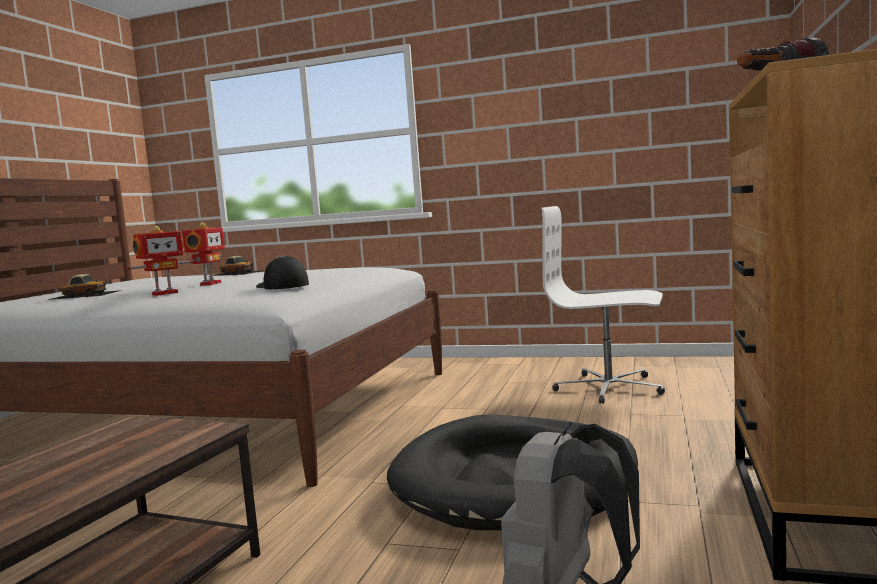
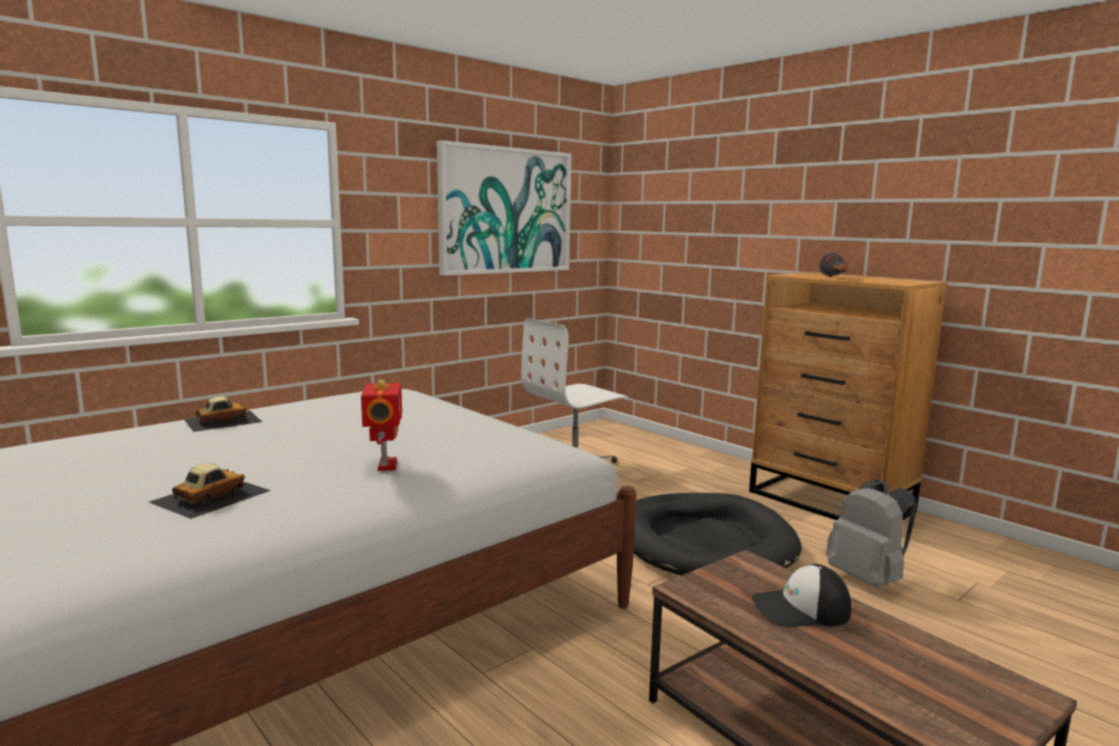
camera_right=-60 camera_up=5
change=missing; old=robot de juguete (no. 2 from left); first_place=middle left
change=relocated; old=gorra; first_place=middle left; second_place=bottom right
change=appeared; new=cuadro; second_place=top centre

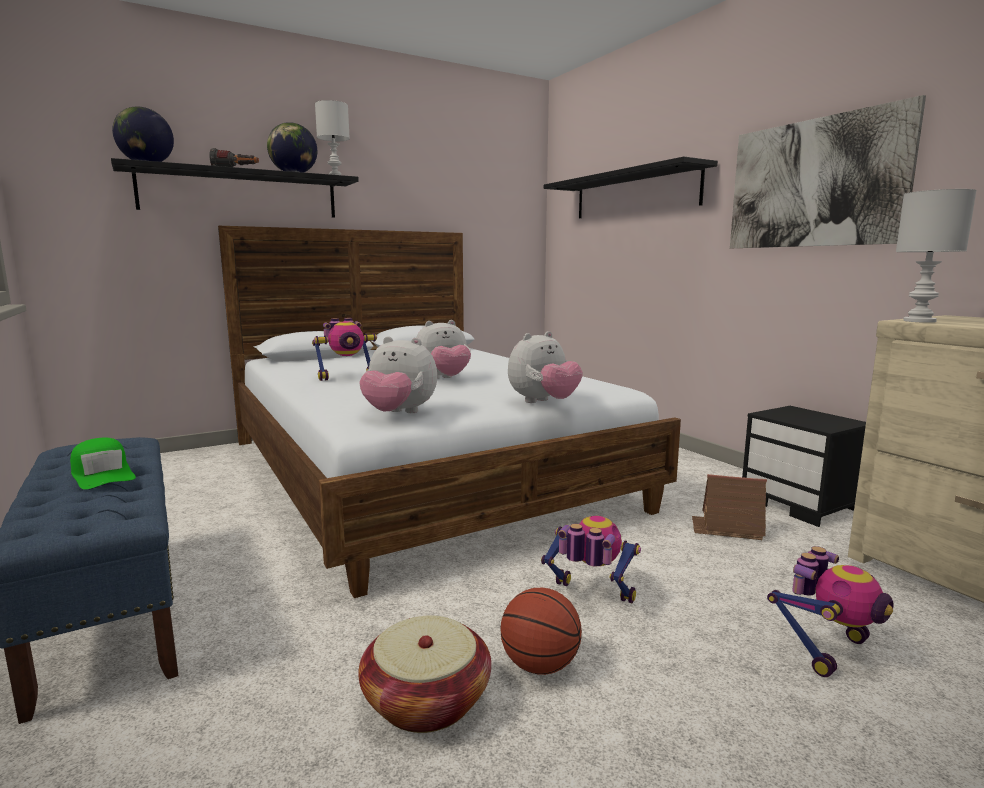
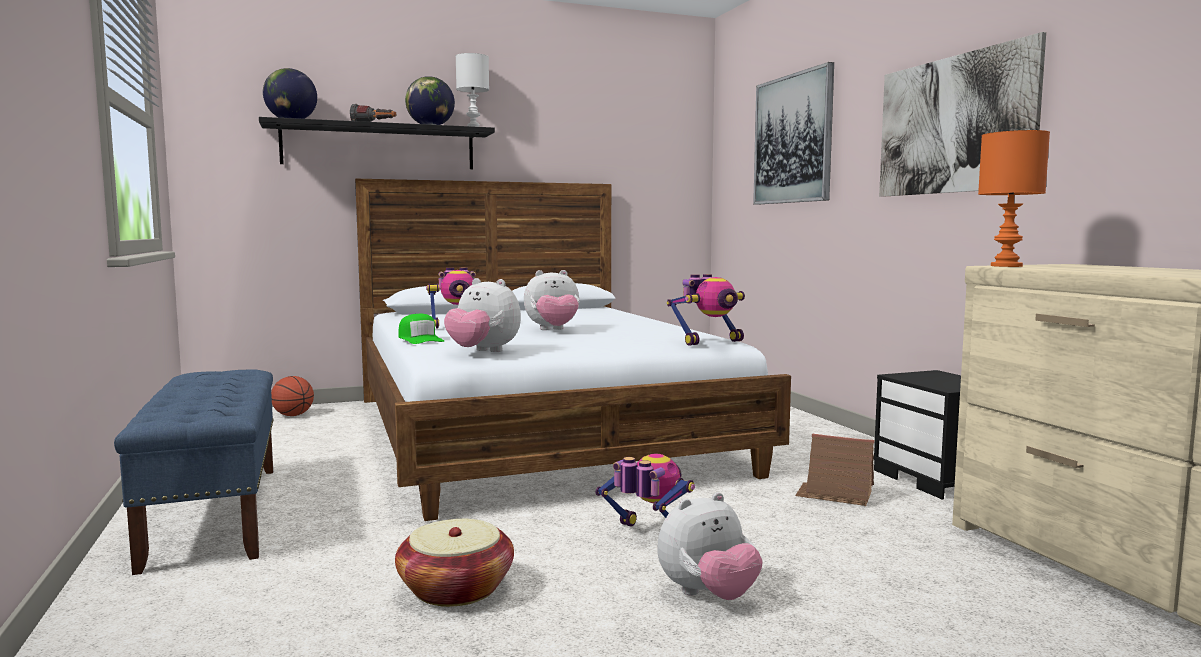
camera_right=10 camera_up=-5
change=relocated; old=gorra/verde; first_place=middle left; second_place=centre
change=relocated; old=balón de baloncesto; first_place=bottom centre; second_place=middle left
change=relocated; old=peluche (no. 3 from left); first_place=centre; second_place=bottom centre
change=exchanged; old=estante/negro (no. 2 from left); new=cuadro (no. 1 from left); first_place=top centre; second_place=top centre
change=relocated; old=robot de juguete (no. 3 from left); first_place=bottom right; second_place=centre
change=colour; old=lámpara de mesa/blanco (no. 2 from left); new=lámpara de mesa/naranja; first_place=top right; second_place=top right

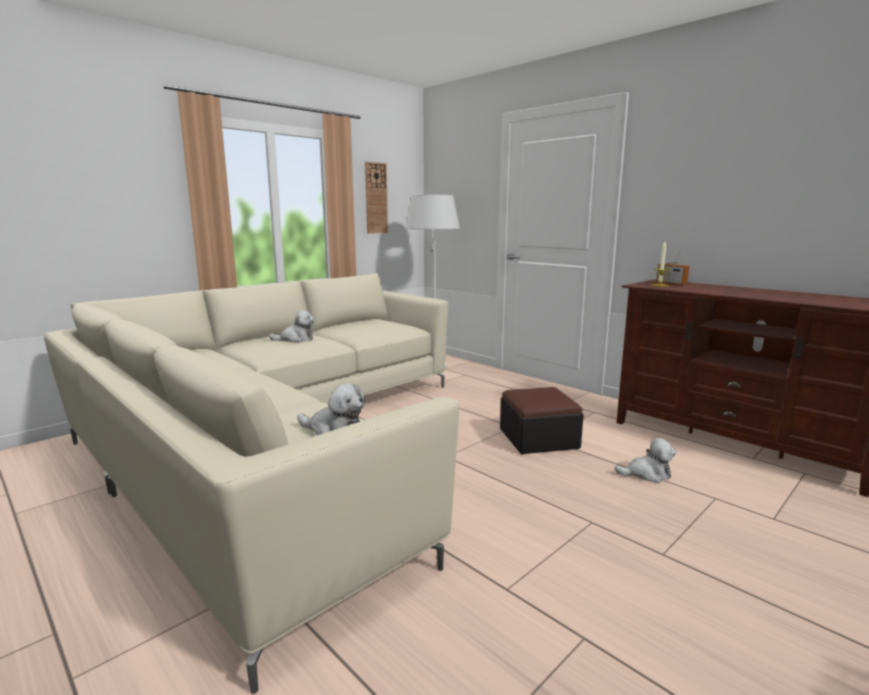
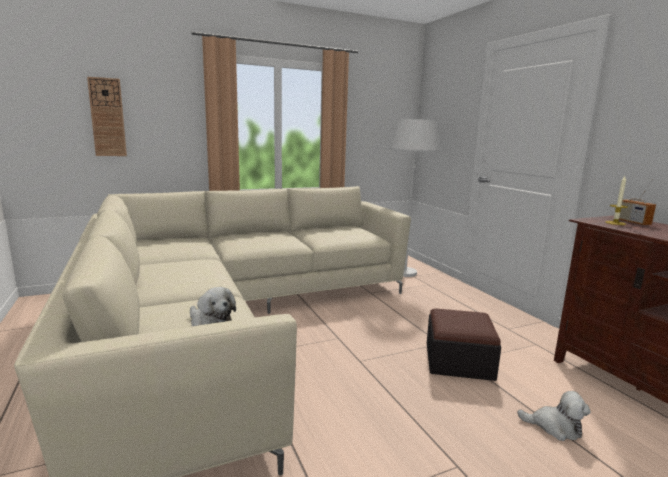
camera_right=20 camera_up=0
change=missing; old=peluche (no. 1 from left); first_place=centre
change=relocated; old=reloj de pared; first_place=top centre; second_place=top left

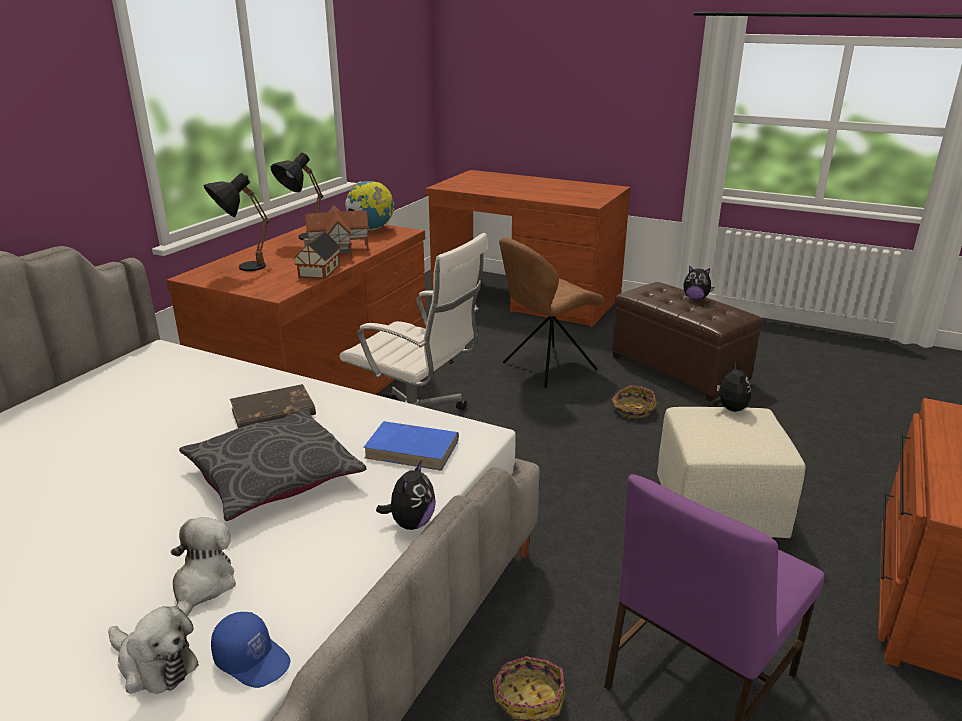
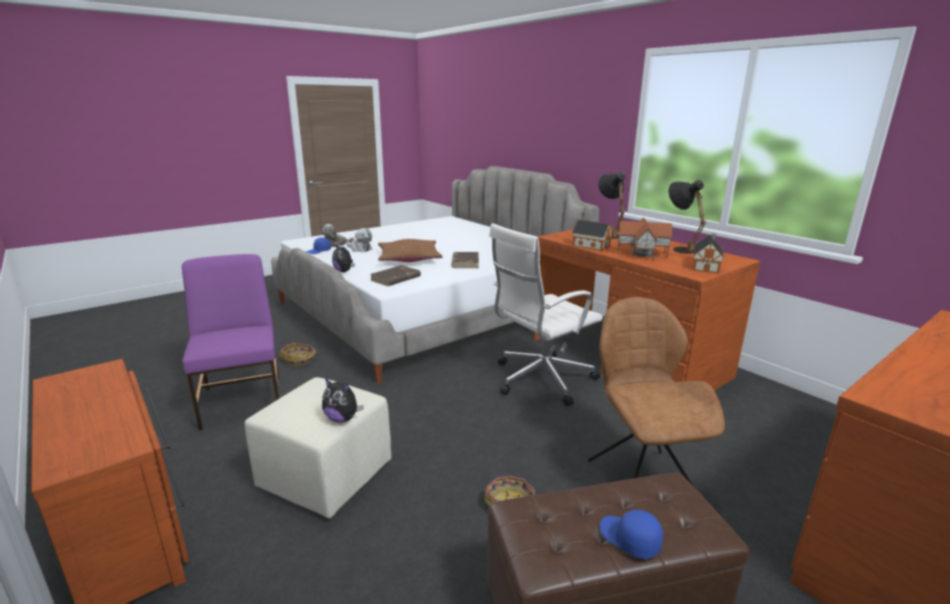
camera_right=115 camera_up=-5
change=colour; old=cojín/gris; new=cojín/marrón; first_place=middle left; second_place=centre
change=exchanged; old=globo terráqueo; new=casita (no. 3 from left); first_place=top centre; second_place=middle right
change=colour; old=libro/azul; new=libro/marrón (no. 1 from left); first_place=centre; second_place=centre
change=exchanged; old=peluche (no. 4 from left); new=gorra/azul (no. 2 from left); first_place=middle right; second_place=bottom centre

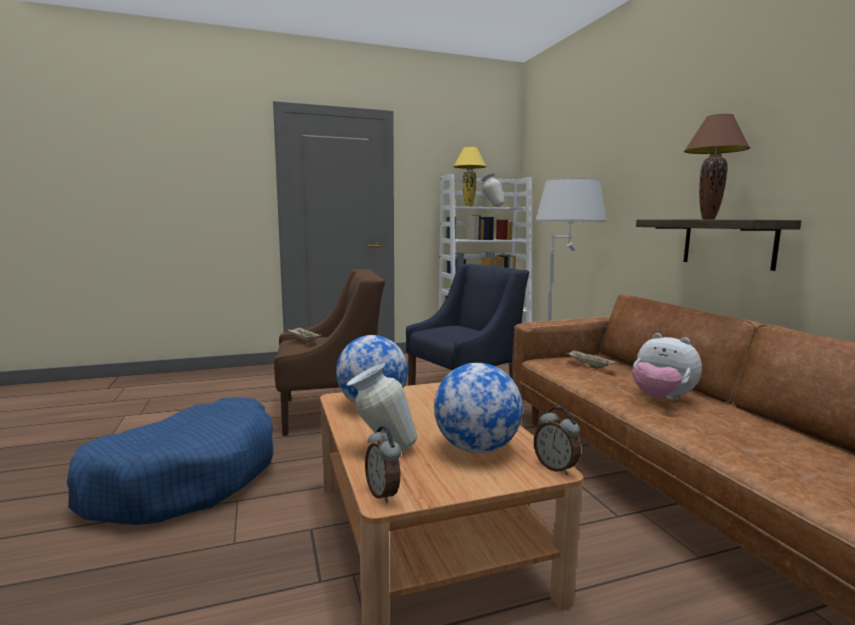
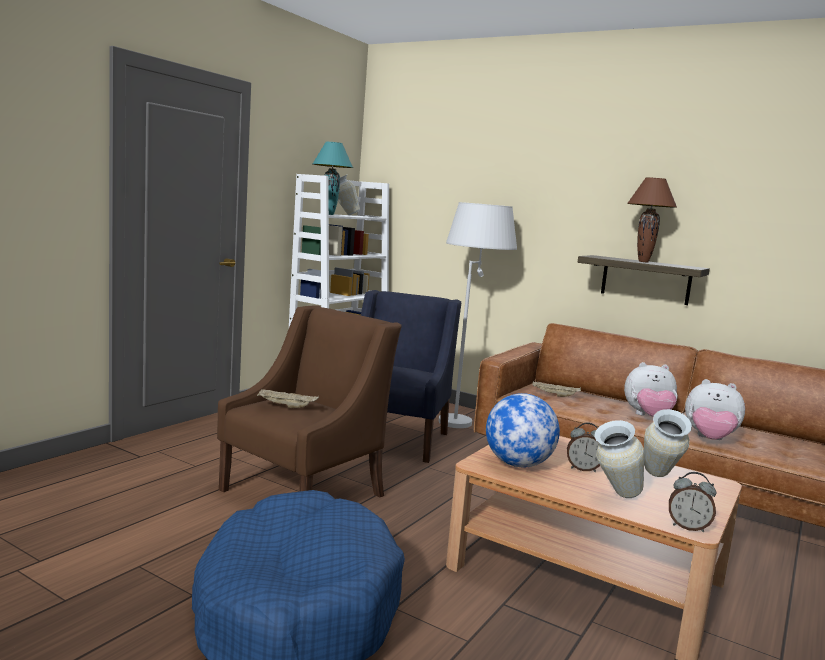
camera_right=-40 camera_up=0
change=exchanged; old=globo terráqueo (no. 2 from left); new=florero (no. 3 from left); first_place=centre; second_place=bottom right
change=colour; old=lámpara de mesa/amarillo; new=lámpara de mesa/turquesa; first_place=top centre; second_place=top centre
change=relocated; old=despertador (no. 2 from left in the first image); new=despertador (no. 1 from left); first_place=bottom centre; second_place=bottom right
change=appeared; new=peluche (no. 2 from left); second_place=middle right

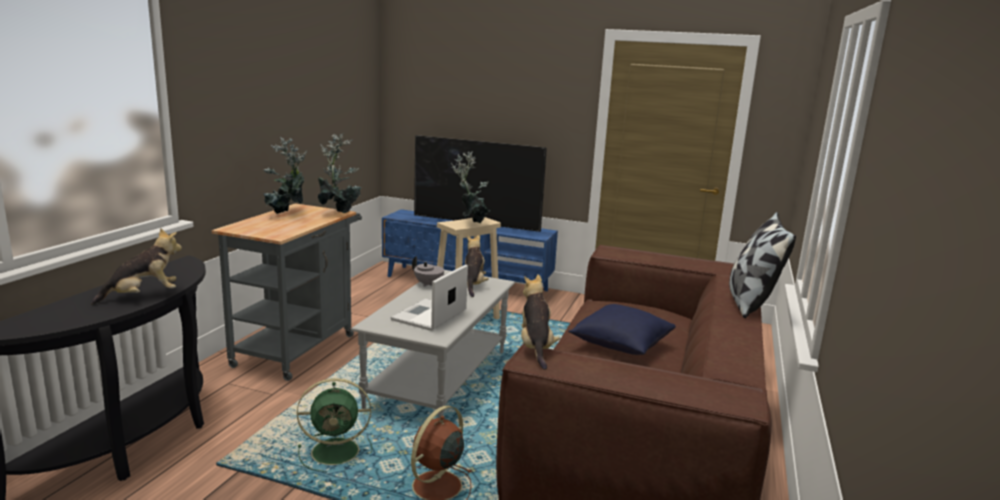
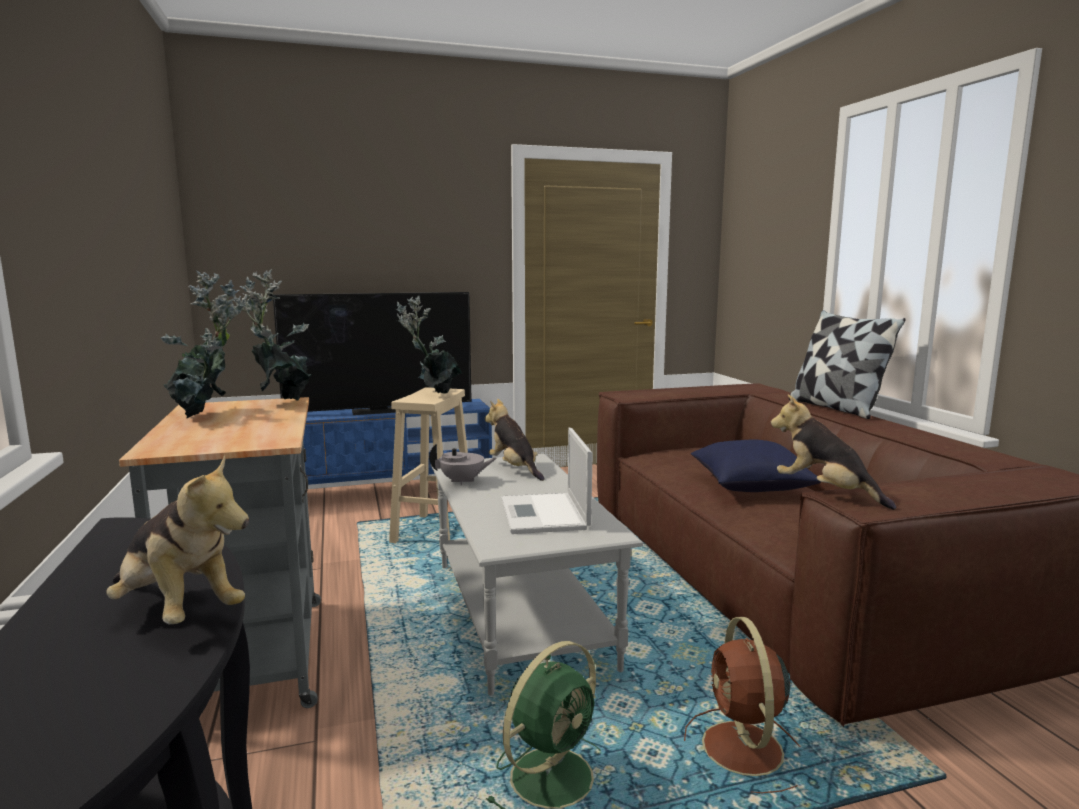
camera_right=-35 camera_up=-5
change=spun; old=peluche (no. 1 from left); first_place=middle left; second_place=bottom left; degrees=105

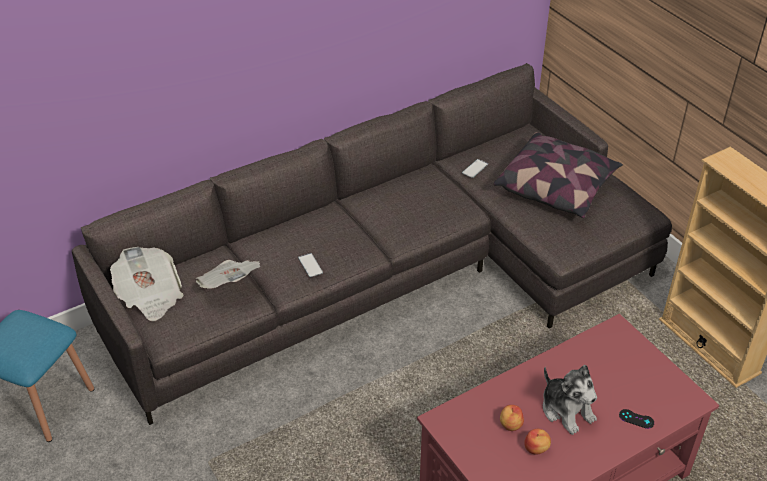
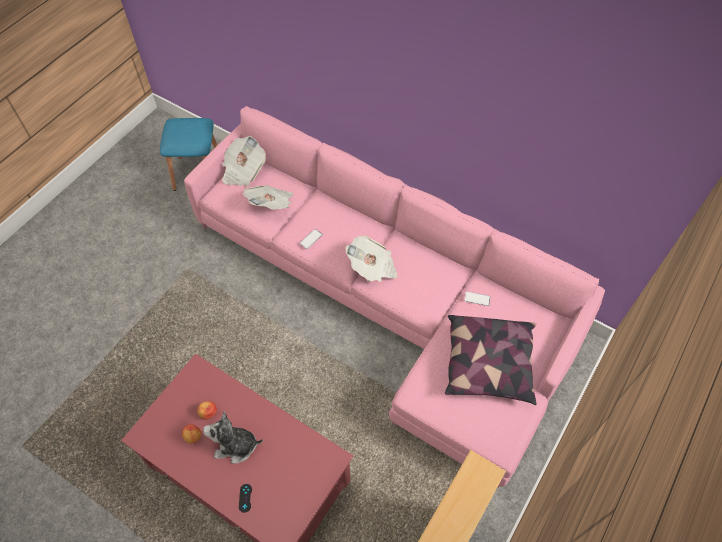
camera_right=65 camera_up=15
change=colour; old=sofá/gris; new=sofá/rosa; first_place=centre; second_place=centre
change=spun; old=peluche; first_place=bottom right; second_place=bottom left; degrees=60
change=appeared; new=periódico (no. 3 from left); second_place=centre

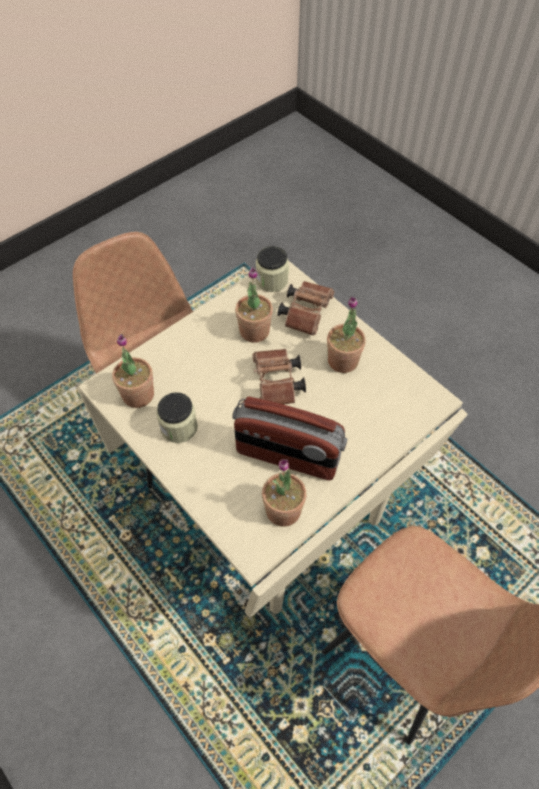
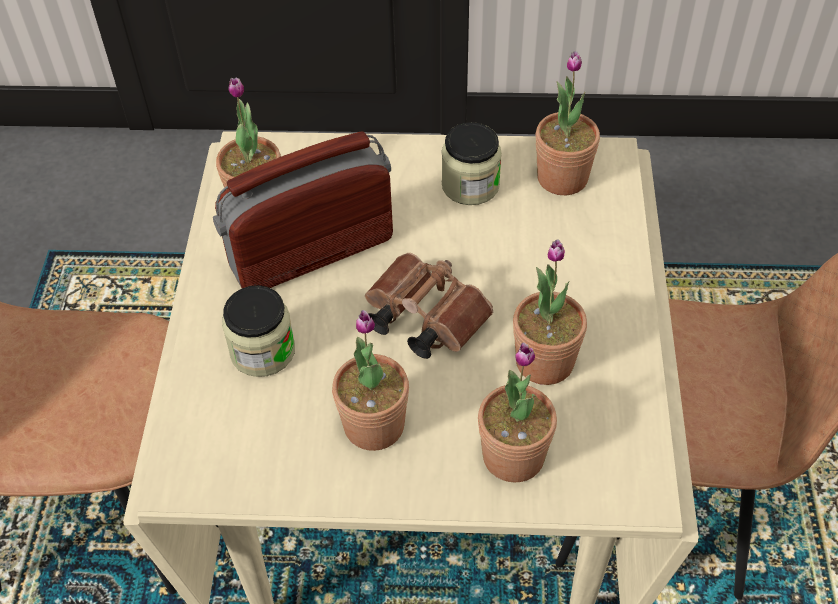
camera_right=135 camera_up=-5
change=relocated; old=tarro (no. 2 from left in the first image); new=tarro (no. 1 from left); first_place=centre; second_place=middle left
change=exchanged; old=prismáticos/marrón (no. 2 from left); new=planta en maceta (no. 3 from left); first_place=centre; second_place=bottom centre

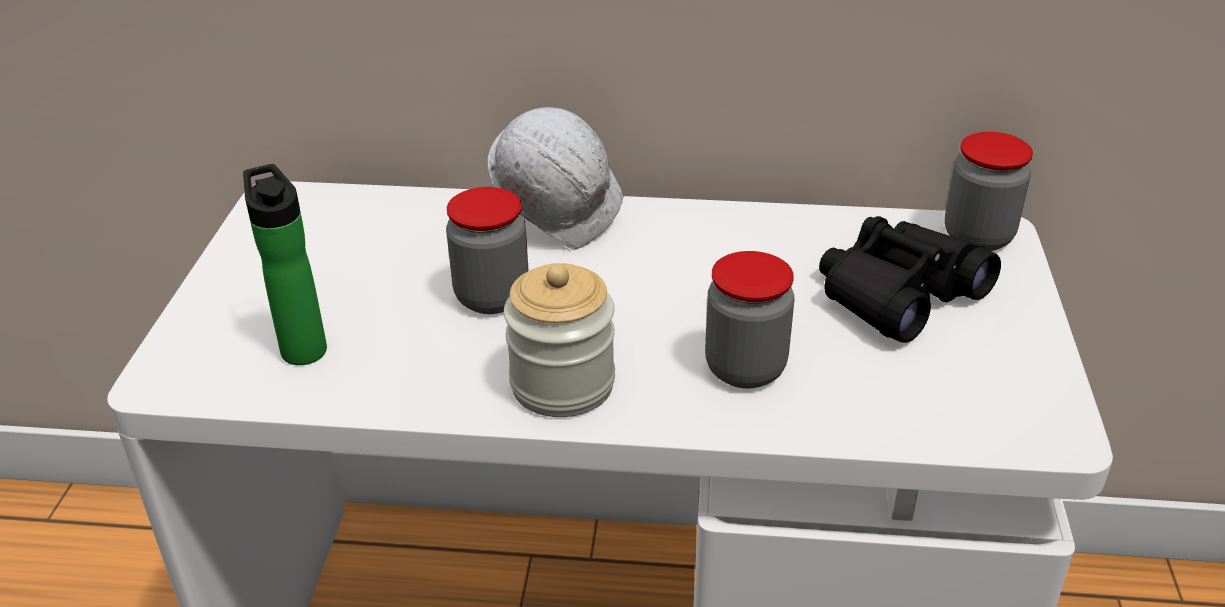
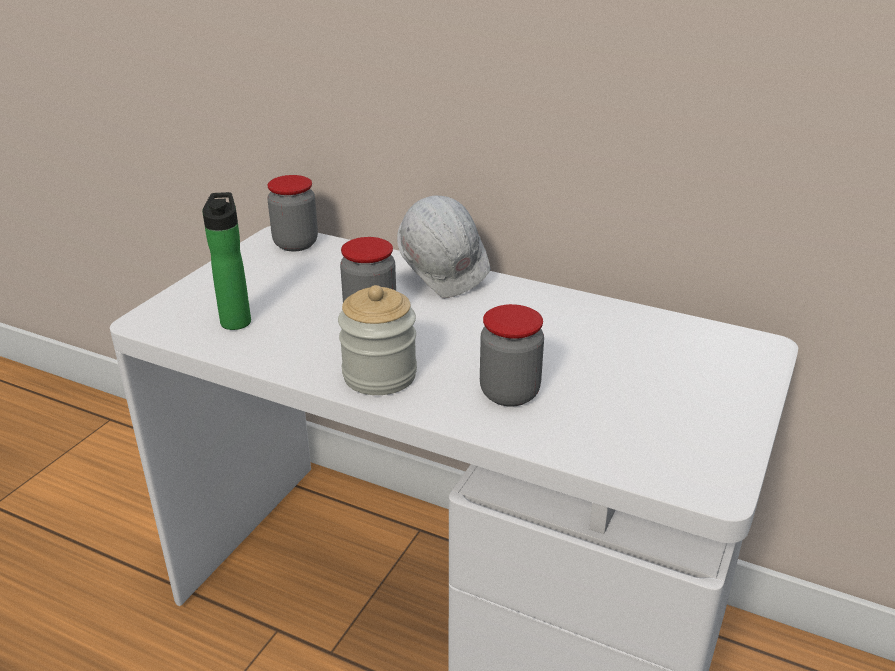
camera_right=20 camera_up=-5
change=missing; old=prismáticos/negro; first_place=middle right
change=relocated; old=tarro (no. 4 from left in the first image); new=tarro (no. 1 from left); first_place=top right; second_place=top left

